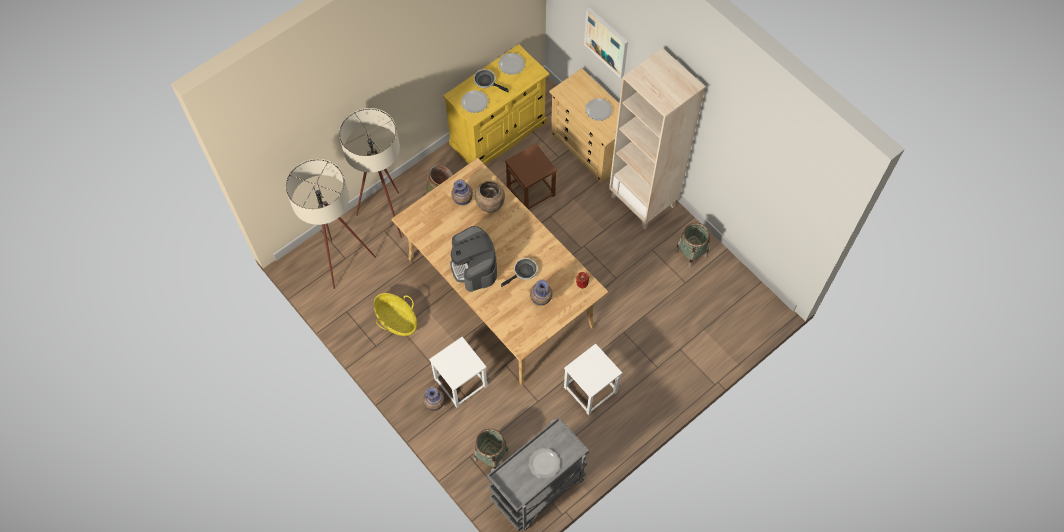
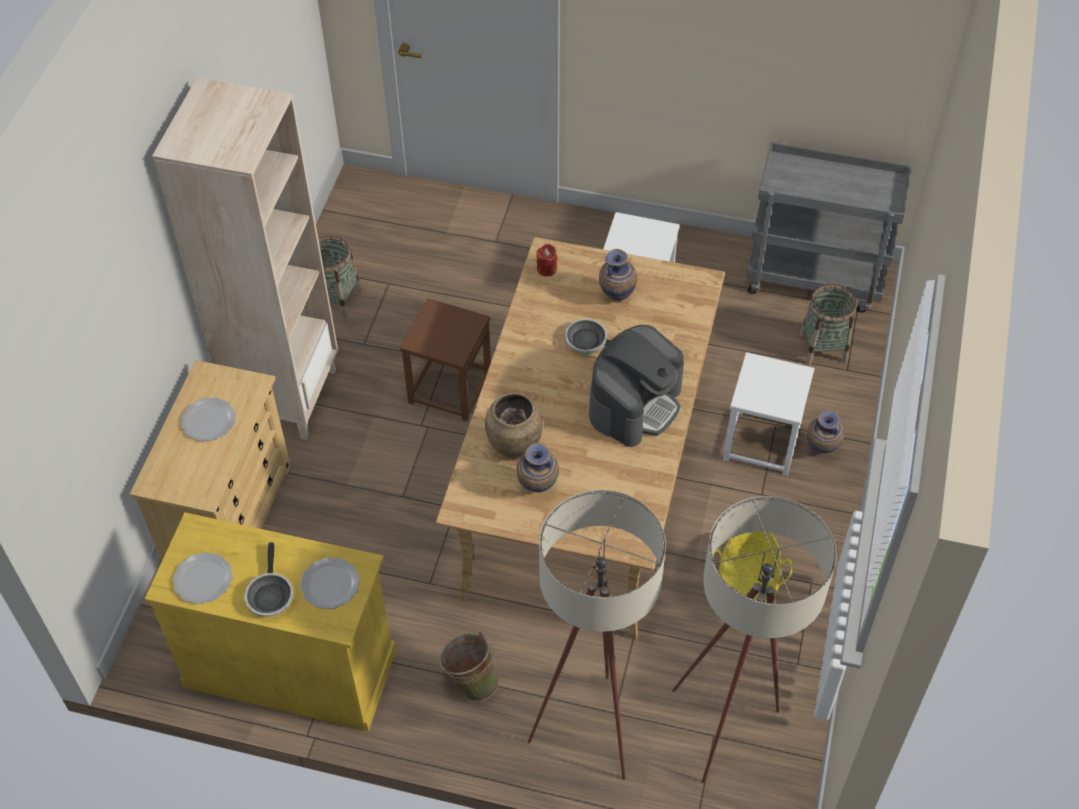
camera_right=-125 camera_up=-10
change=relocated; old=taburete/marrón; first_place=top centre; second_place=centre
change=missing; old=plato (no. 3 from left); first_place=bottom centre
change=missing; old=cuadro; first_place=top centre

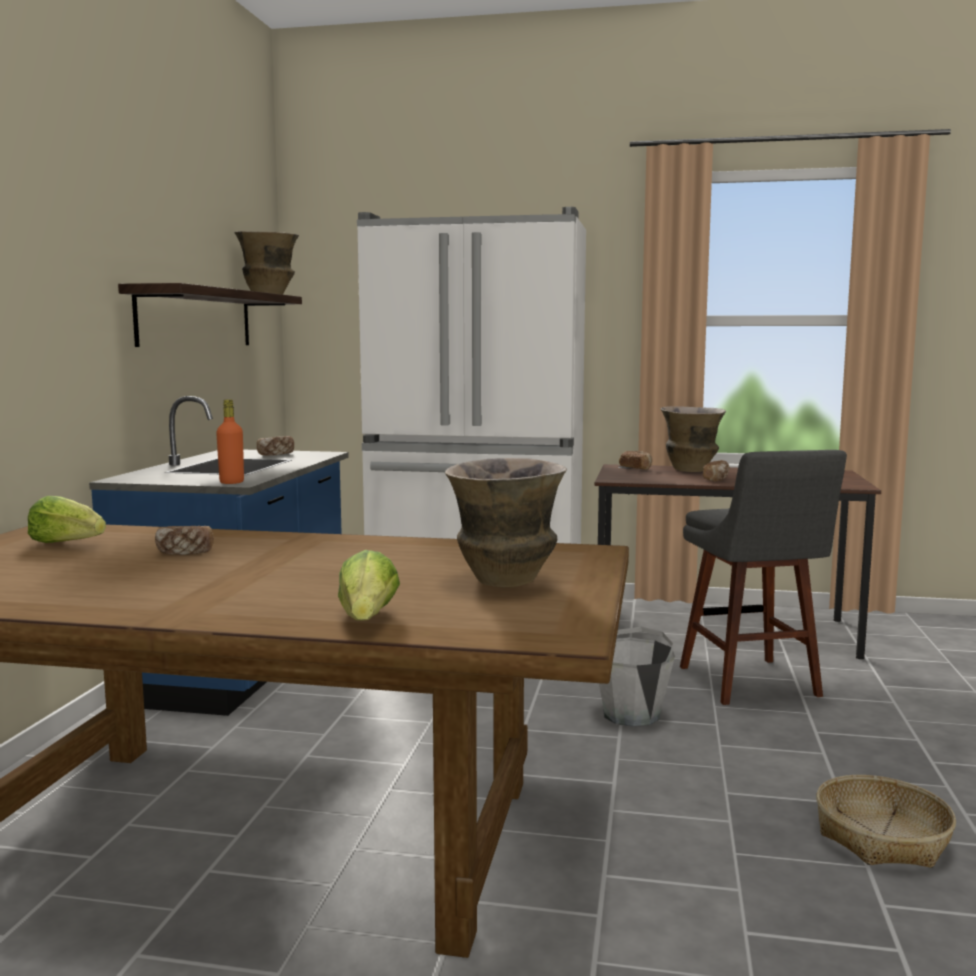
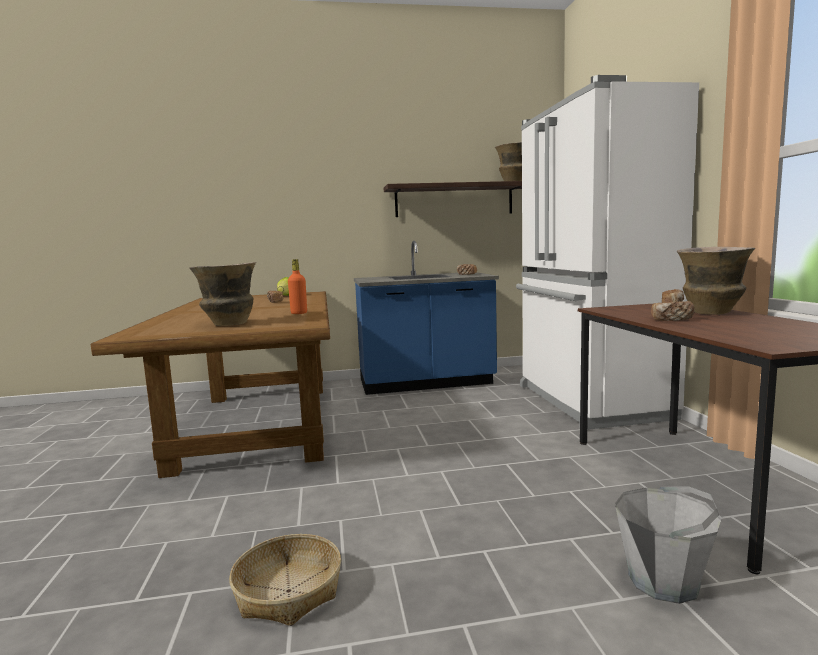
camera_right=70 camera_up=0
change=relocated; old=botella/naranja; first_place=middle left; second_place=centre
change=missing; old=lechuga (no. 2 from left); first_place=centre
change=relocated; old=cubo/gris; first_place=bottom centre; second_place=bottom right
change=missing; old=taburete/gris; first_place=middle right

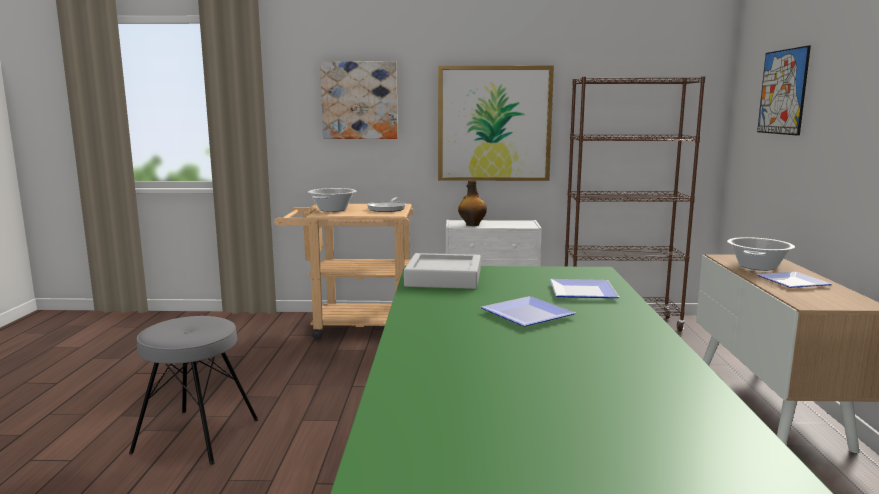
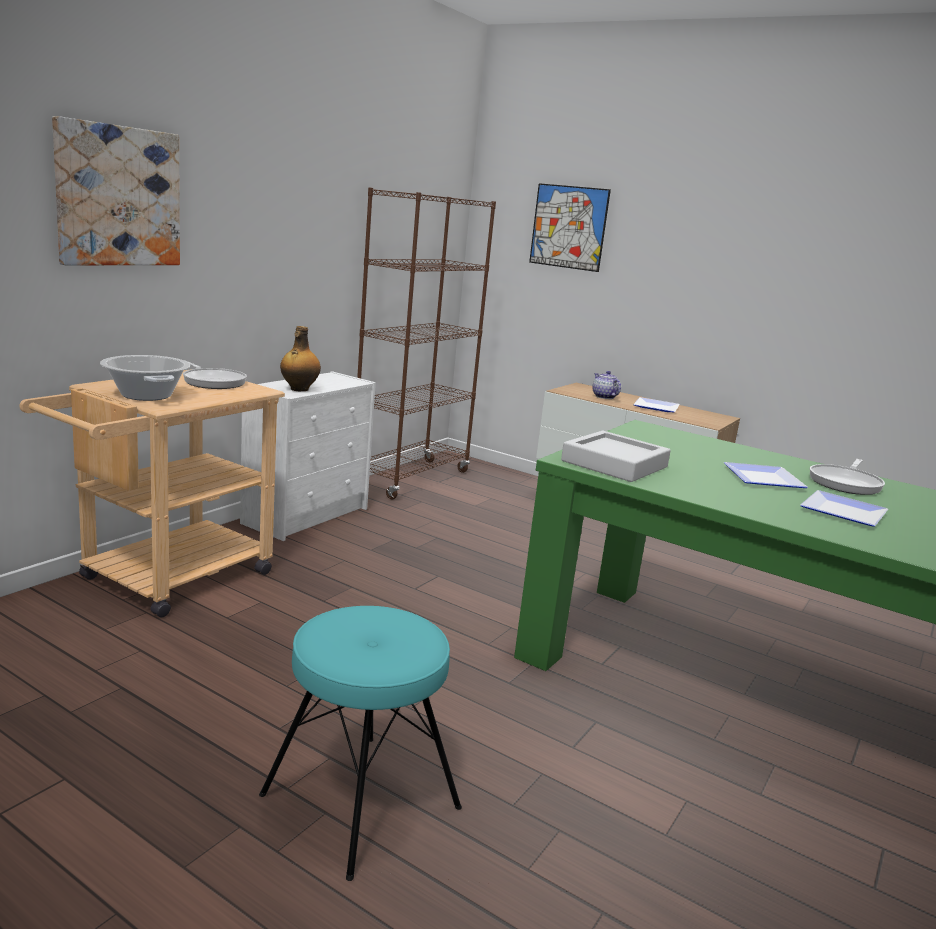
camera_right=-60 camera_up=5
change=colour; old=taburete/gris; new=taburete/turquesa; first_place=bottom left; second_place=bottom centre
change=missing; old=cuadro (no. 2 from left); first_place=top centre
change=relocated; old=plato (no. 2 from left in the first image); new=plato (no. 3 from left); first_place=centre; second_place=middle right
change=exchanged; old=olla (no. 2 from left); new=tetera; first_place=middle right; second_place=centre
change=appeared; new=sartén (no. 2 from left); second_place=middle right

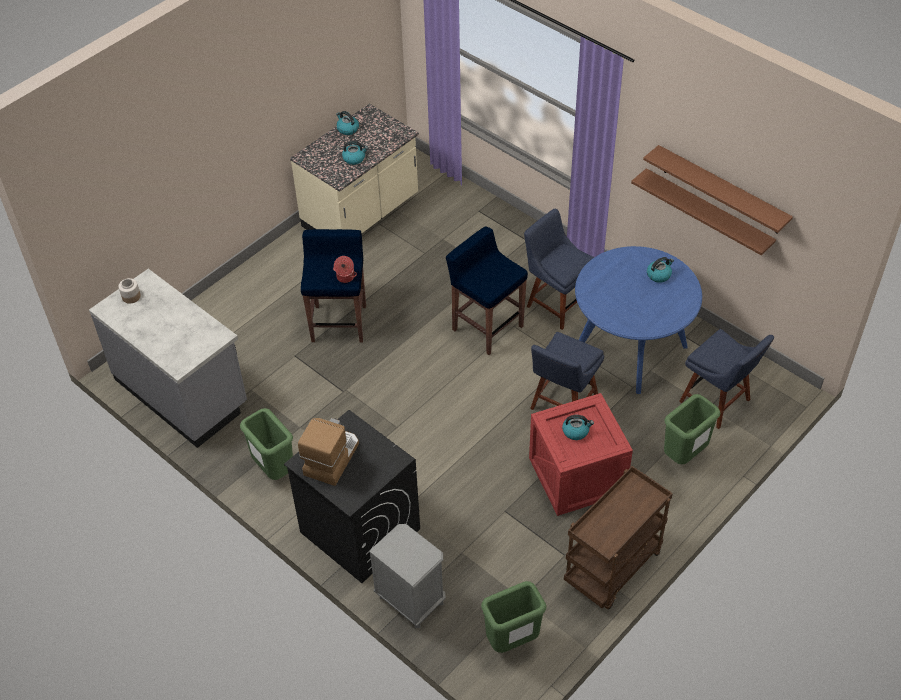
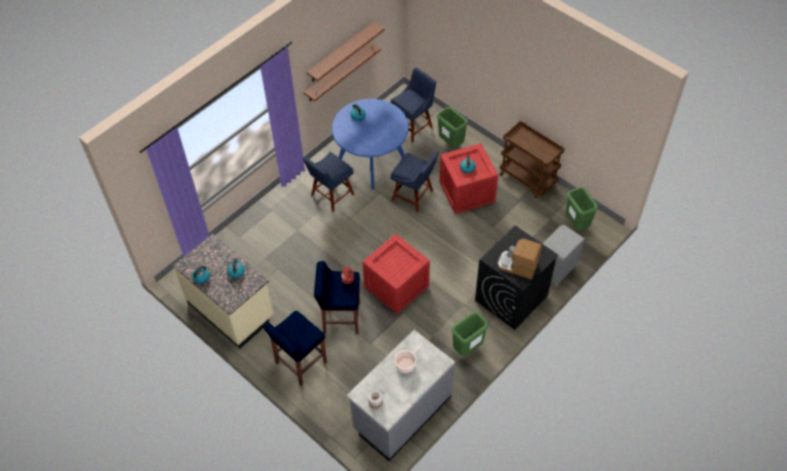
camera_right=-90 camera_up=5
change=relocated; old=taburete/azul (no. 2 from left in the first image); new=taburete/azul (no. 1 from left); first_place=centre; second_place=bottom centre
change=appeared; new=caja de embalaje (no. 1 from left); second_place=centre
change=appeared; new=olla (no. 2 from left); second_place=bottom centre

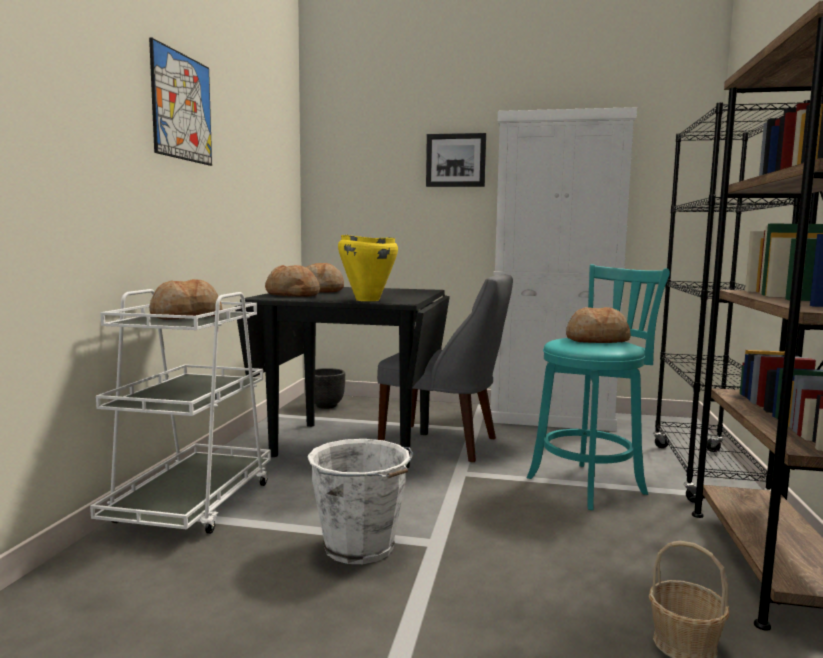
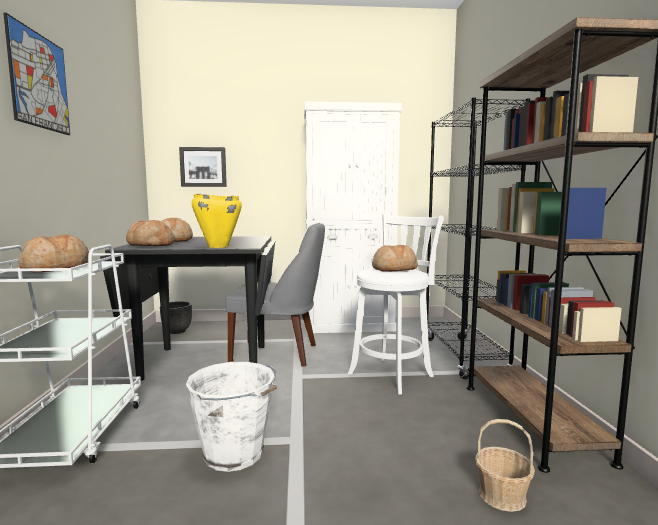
camera_right=-15 camera_up=0
change=relocated; old=cuadro (no. 2 from left); first_place=top centre; second_place=top left
change=colour; old=taburete/turquesa; new=taburete/blanco; first_place=middle right; second_place=centre

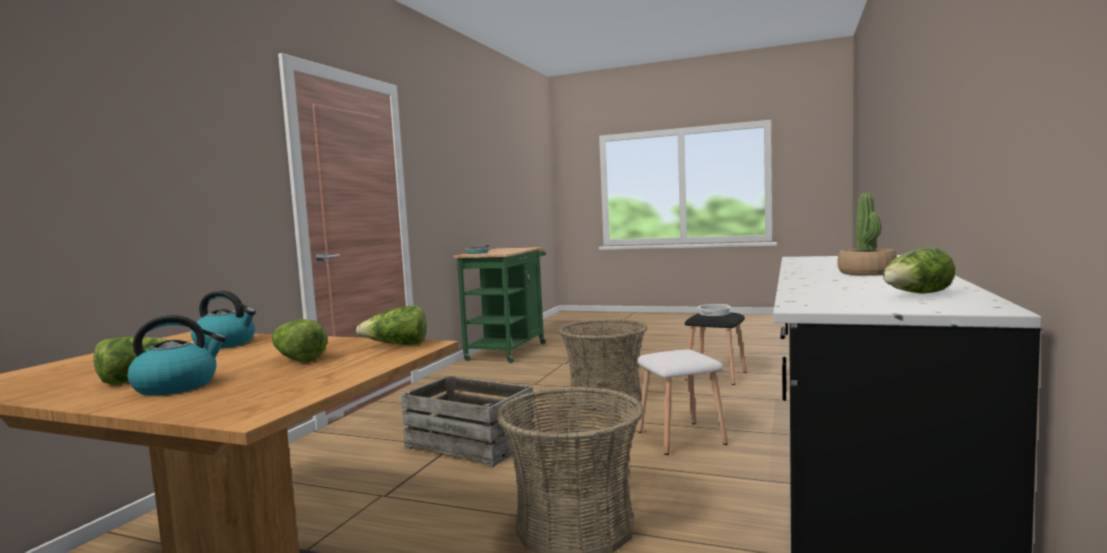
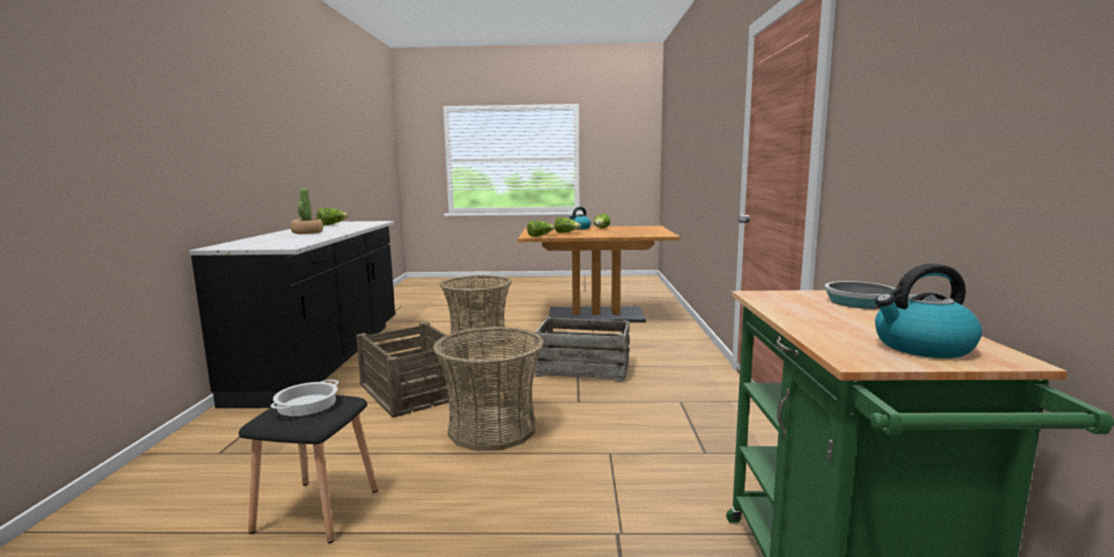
camera_right=160 camera_up=5
change=relocated; old=hervidor (no. 2 from left); first_place=middle left; second_place=middle right
change=exchanged; old=taburete/blanco; new=caja de embalaje (no. 1 from left); first_place=bottom centre; second_place=centre

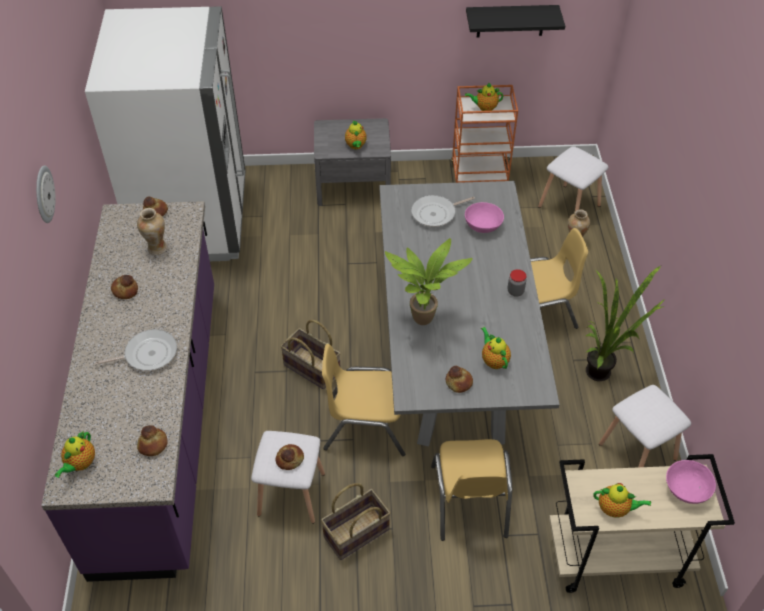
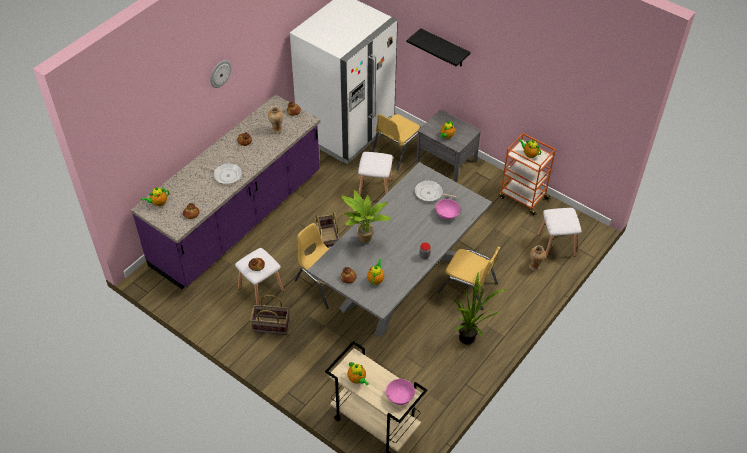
camera_right=40 camera_up=0
change=relocated; old=silla/amarillo (no. 2 from left); first_place=bottom centre; second_place=top centre
change=relocated; old=estante/negro; first_place=top right; second_place=top centre
change=relocated; old=taburete/blanco (no. 3 from left in the first image); new=taburete/blanco (no. 2 from left); first_place=bottom right; second_place=centre

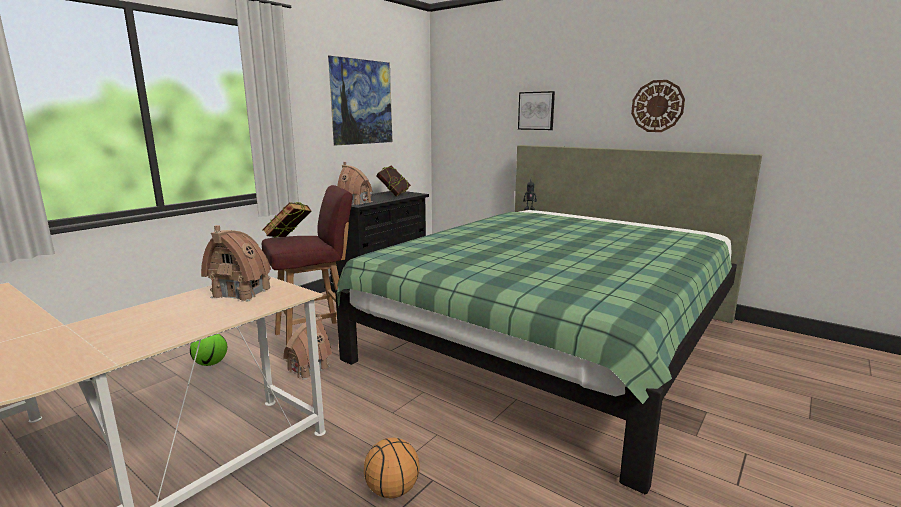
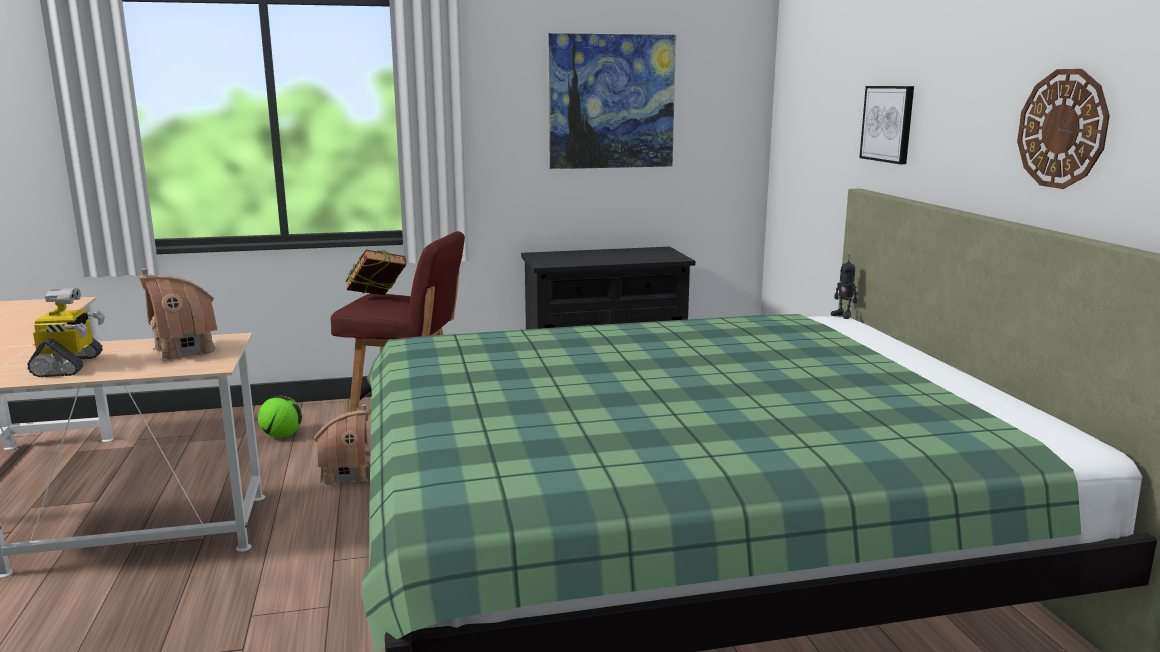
camera_right=40 camera_up=0
change=missing; old=casita (no. 3 from left); first_place=centre
change=missing; old=balón de baloncesto; first_place=bottom centre
change=missing; old=libro (no. 2 from left); first_place=centre
change=appeared; new=robot de juguete (no. 1 from left); second_place=middle left

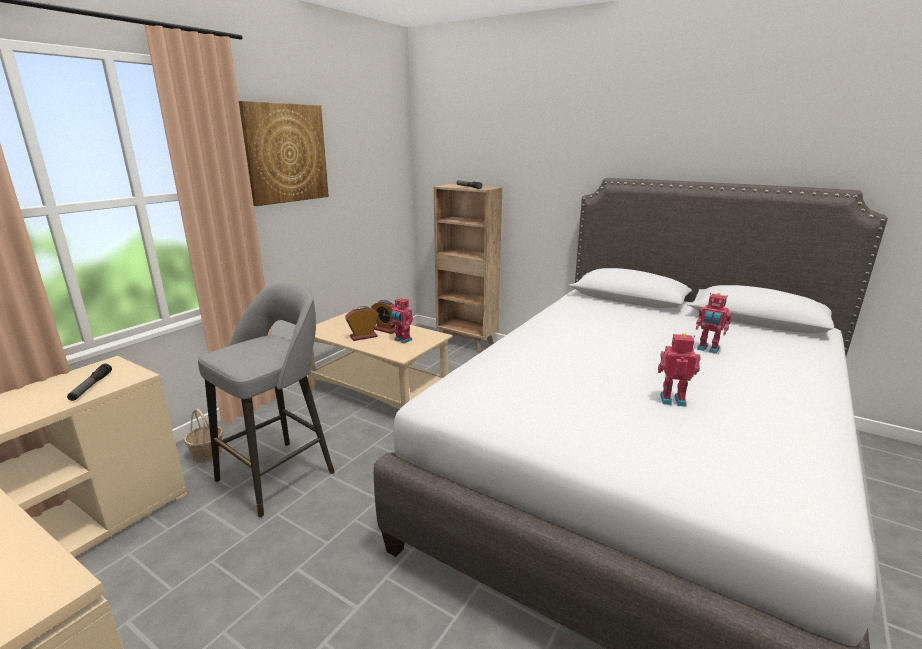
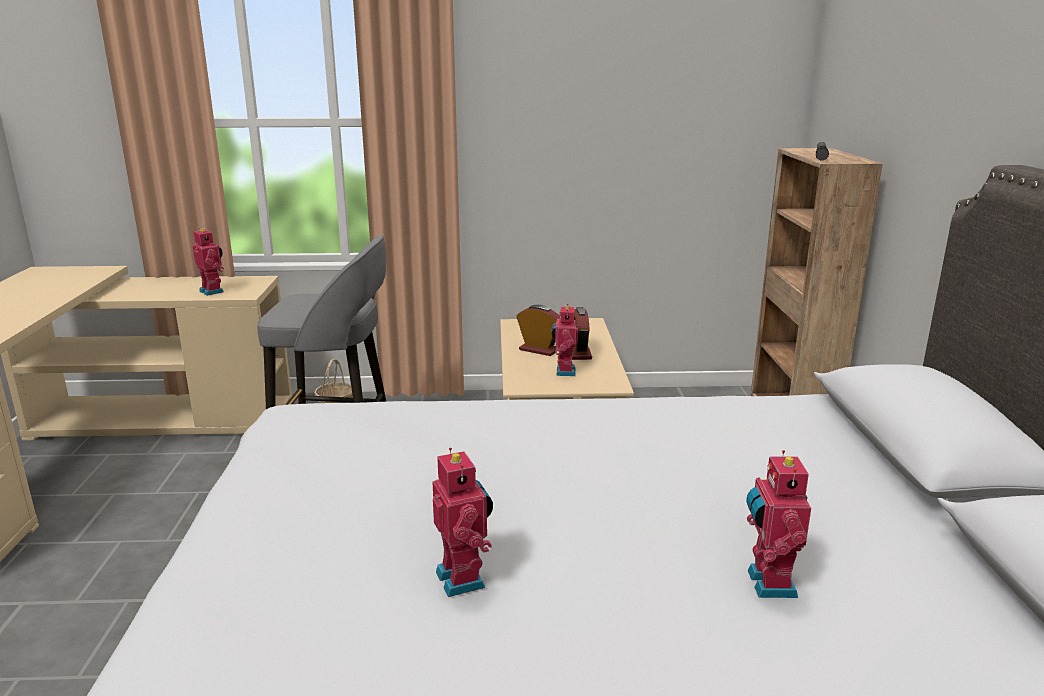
camera_right=55 camera_up=0
change=exchanged; old=linterna (no. 1 from left); new=robot de juguete (no. 1 from left); first_place=middle left; second_place=middle left
change=missing; old=cuadro; first_place=top left

